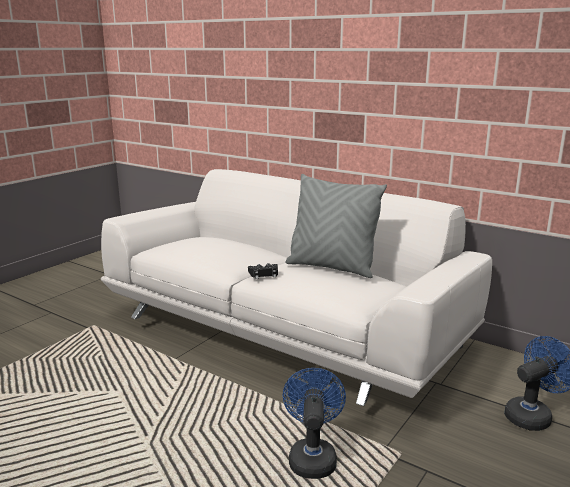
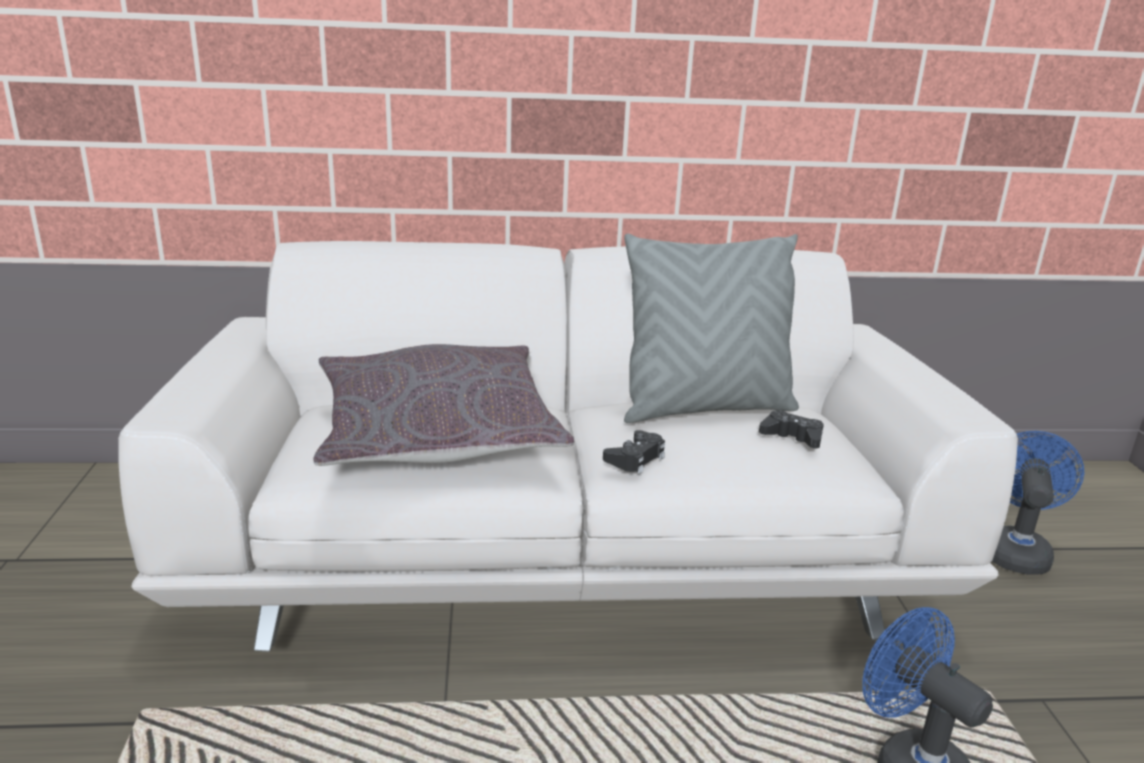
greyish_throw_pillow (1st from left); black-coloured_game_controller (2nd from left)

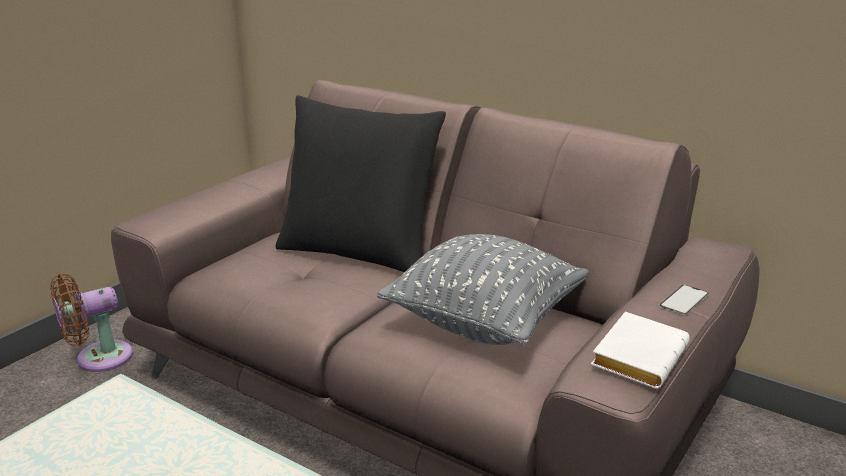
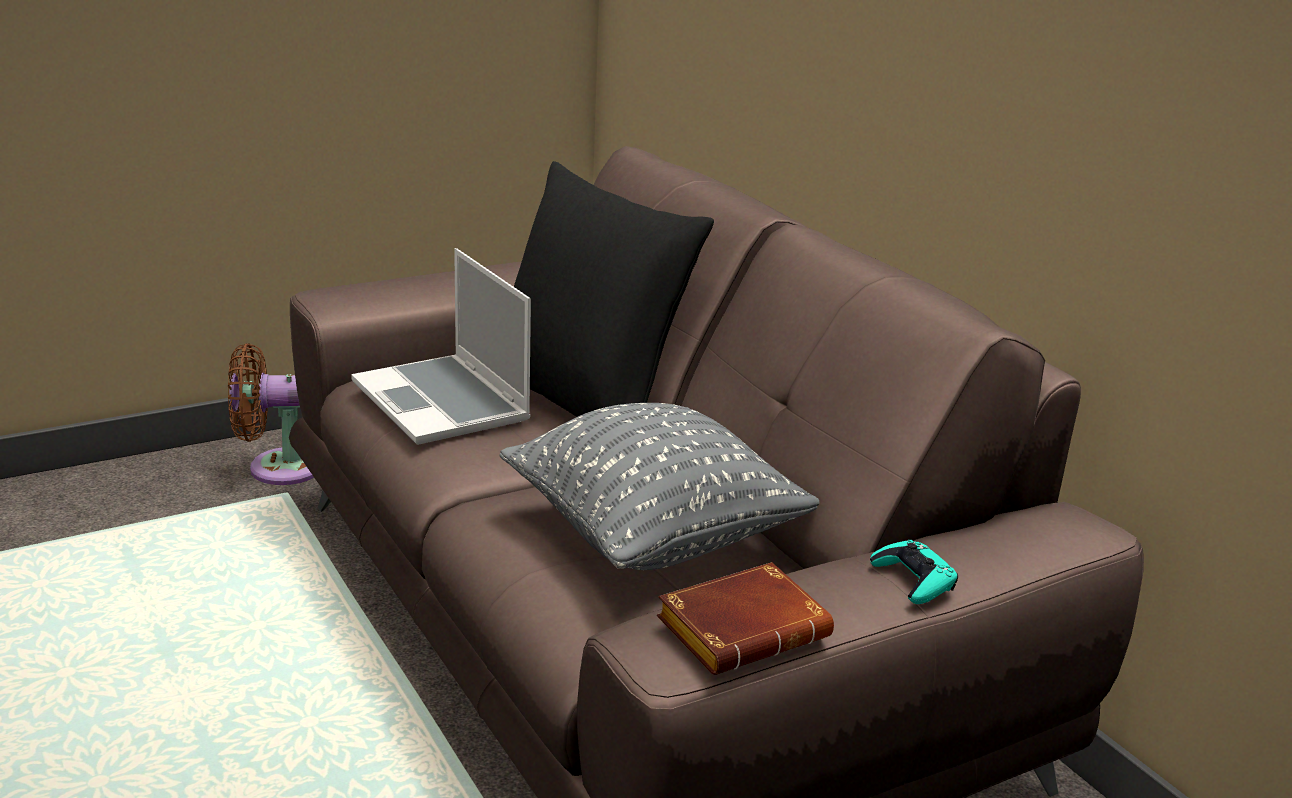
brown-coloured_bound_book; turquoise-coloured_game_controller; notebook_computer

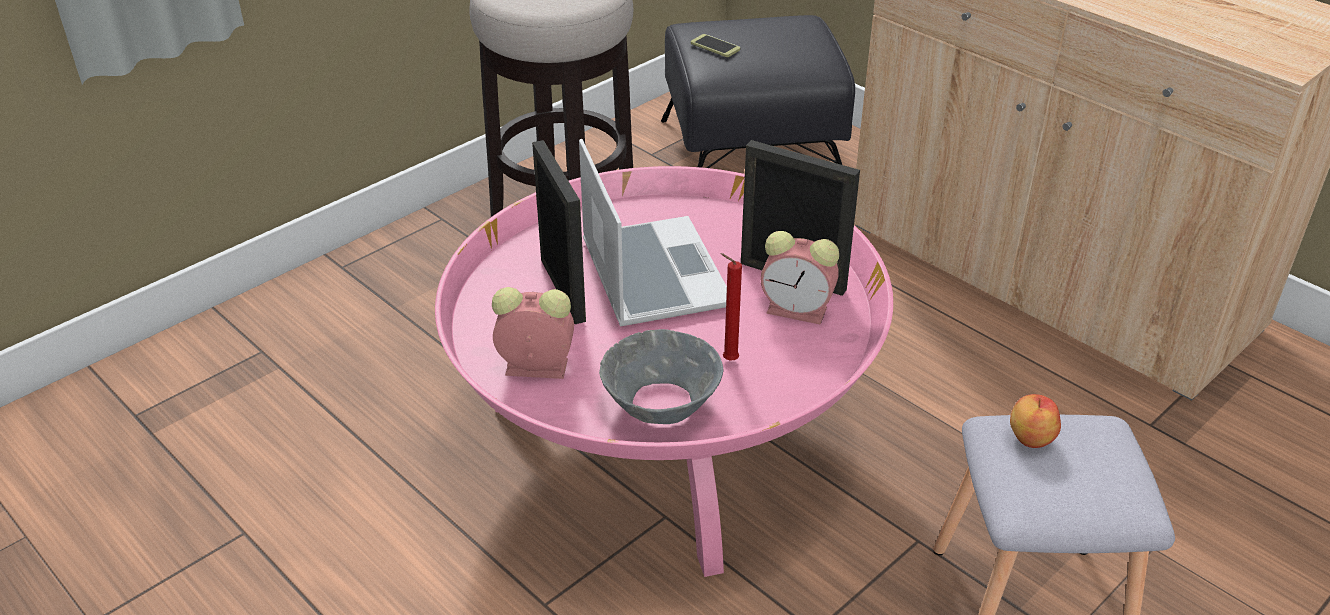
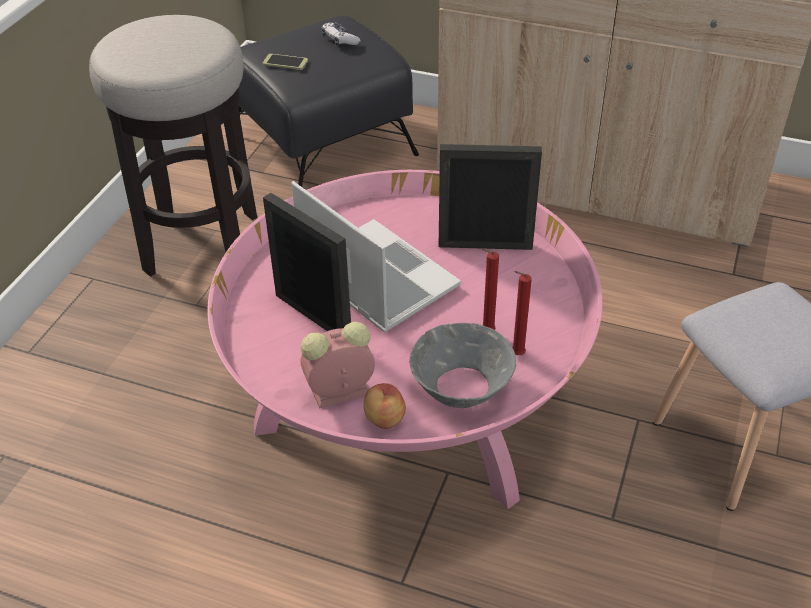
bedside_clock (2nd from left in the first image); apple_fruit; game_controller; red_wax_light (2nd from left)

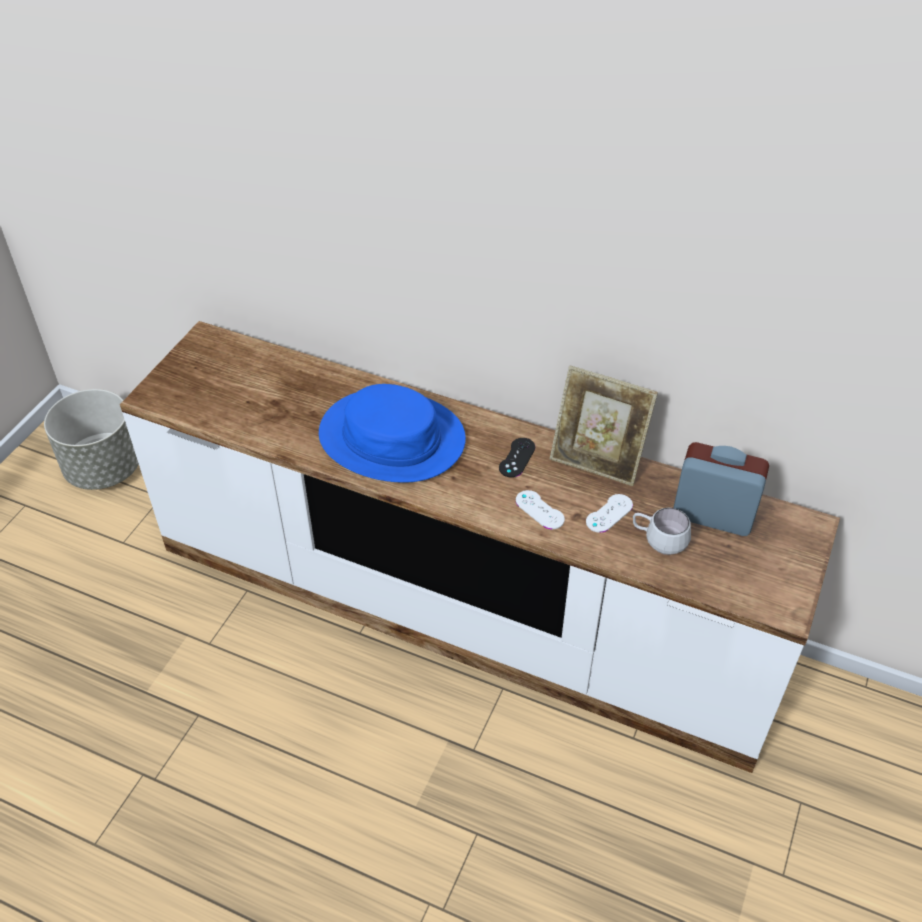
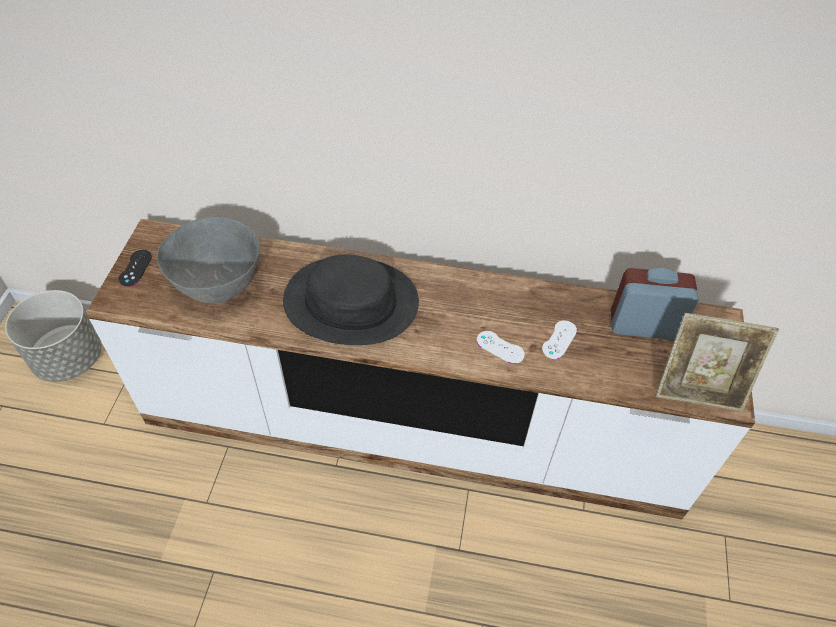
black-coloured_wearable_hat; black-coloured_game_controller; standing_frame; white-coloured_mug; greyish_deep_dish

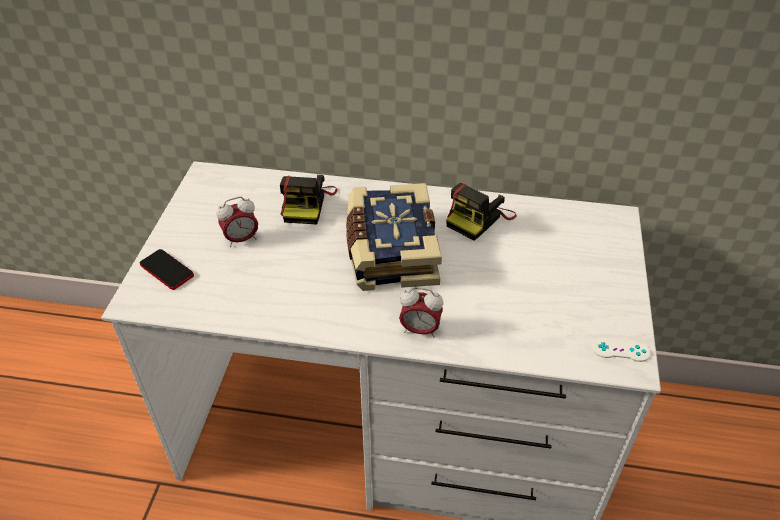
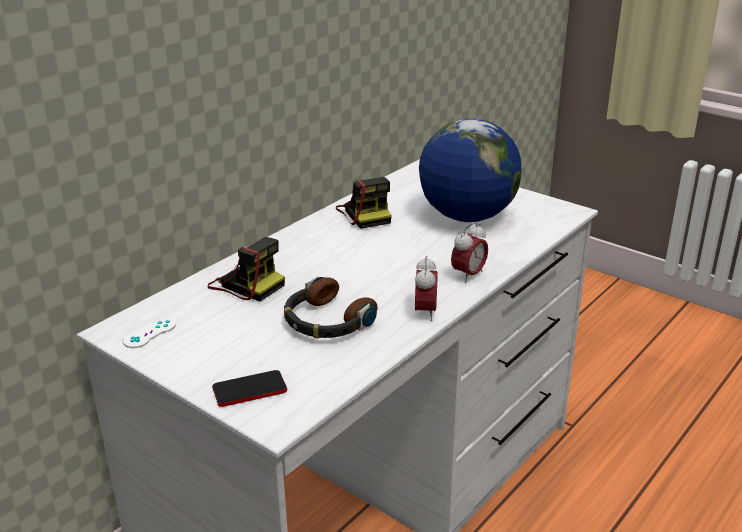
bedside_clock (1st from left); bound_book; white-coloured_game_controller; headset; globe

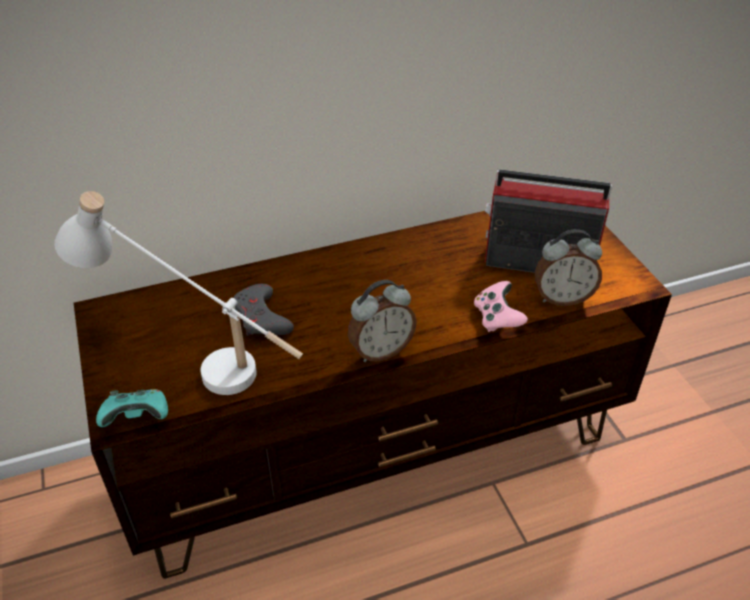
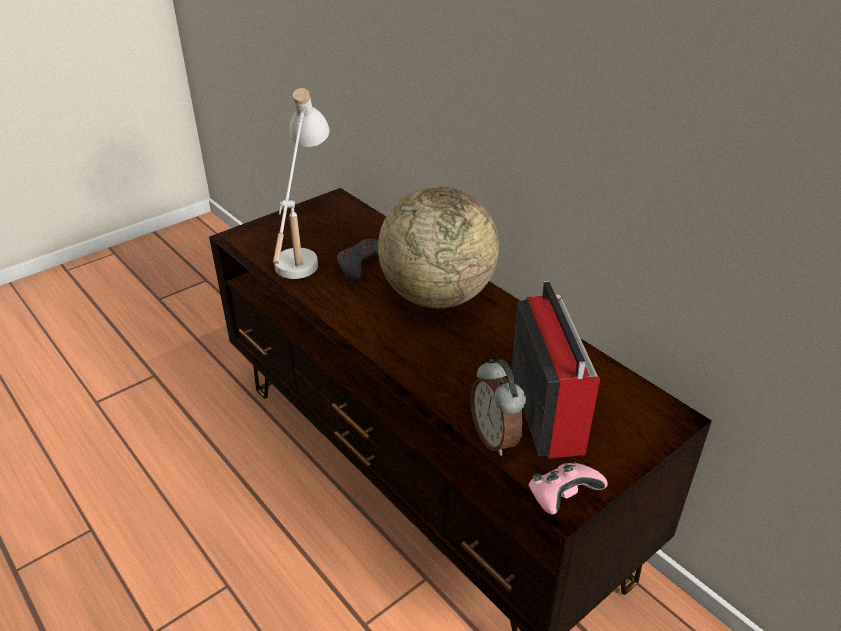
turquoise-coloured_game_controller; bedside_clock (1st from left in the first image); pink-coloured_game_controller; globe

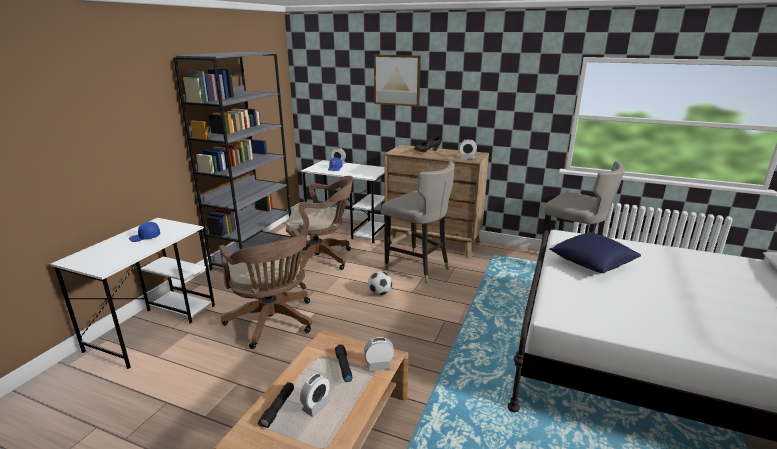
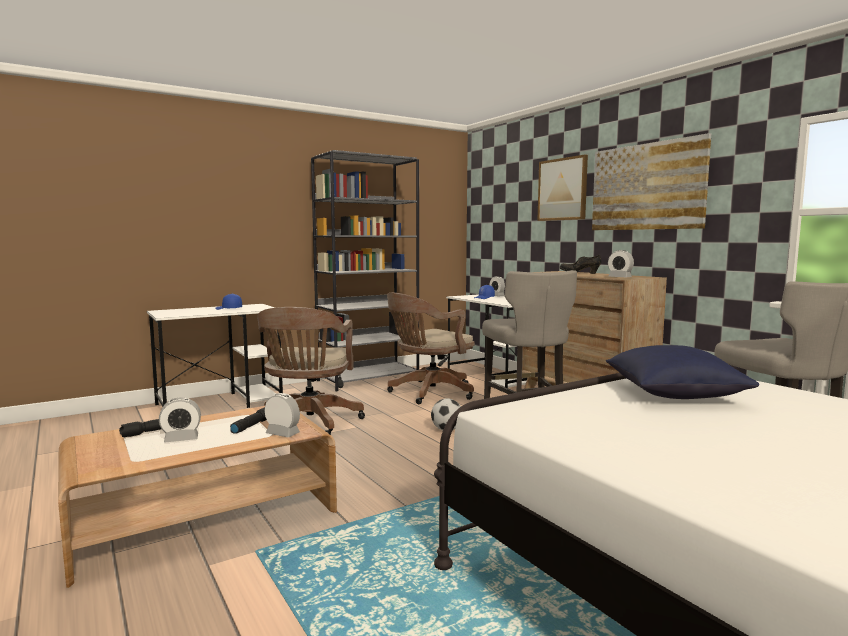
brown-coloured_desk_chair (2nd from left); wall_art (2nd from left)

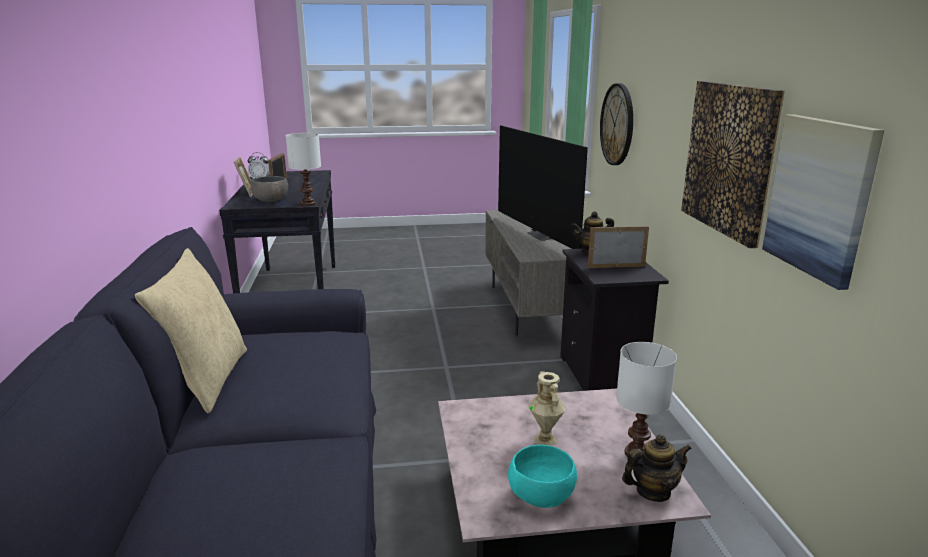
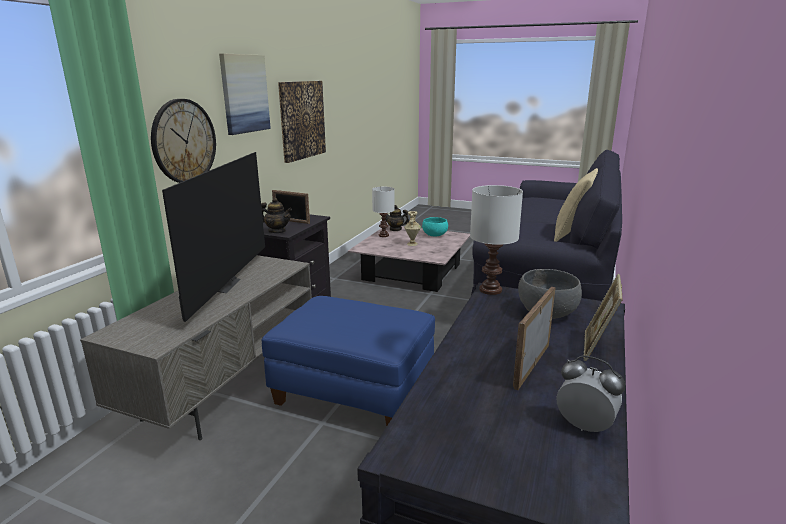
wall_art (1st from left); bluish_footrest

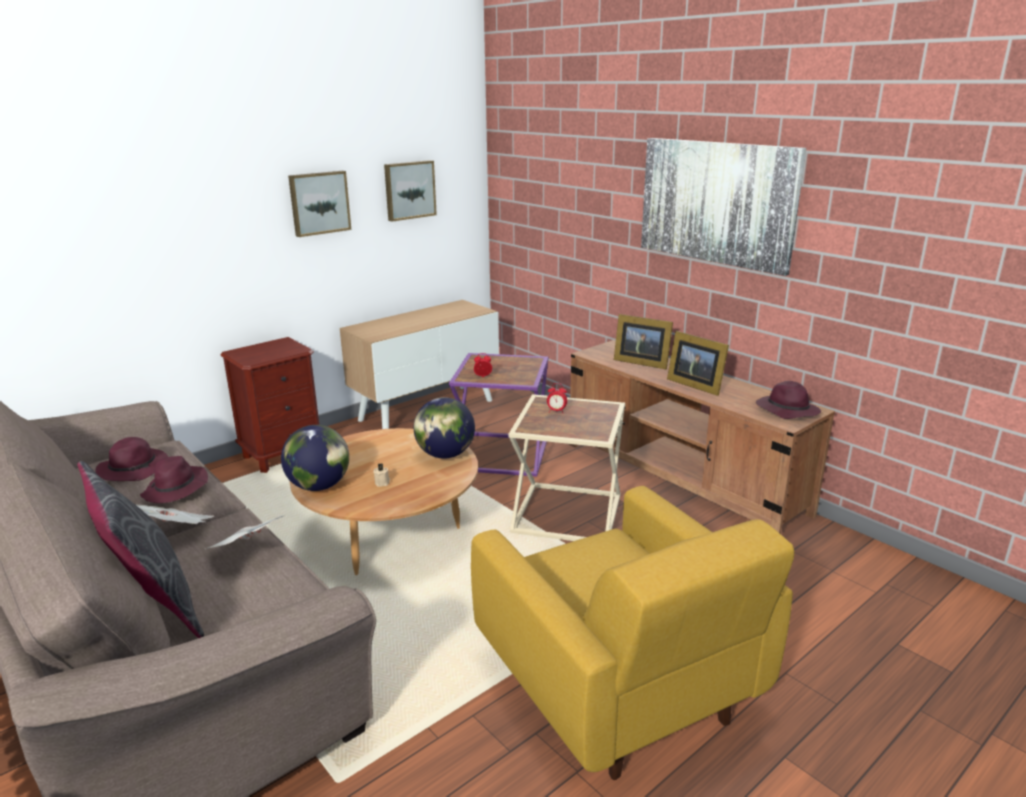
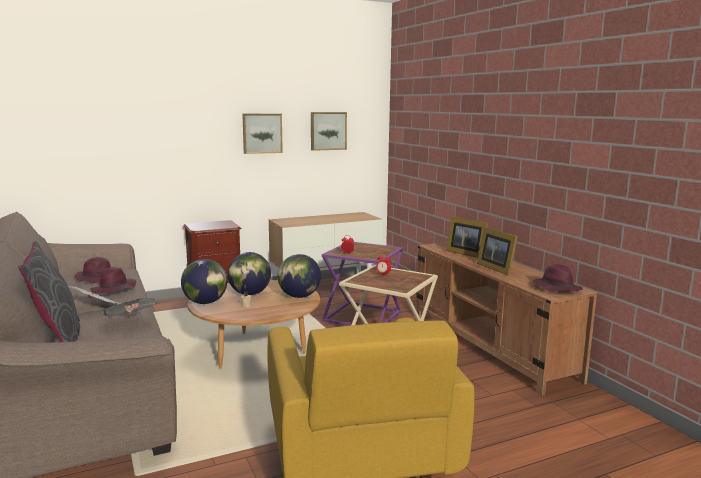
wall_art (3rd from left in the first image); globe (2nd from left)

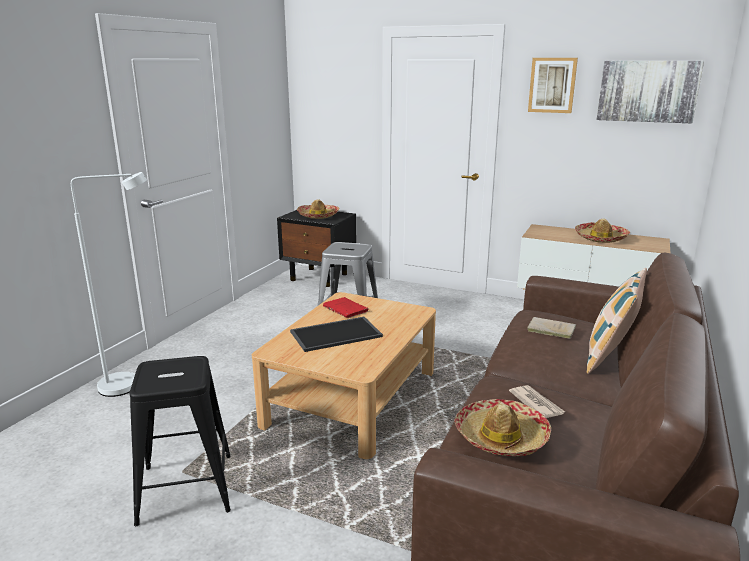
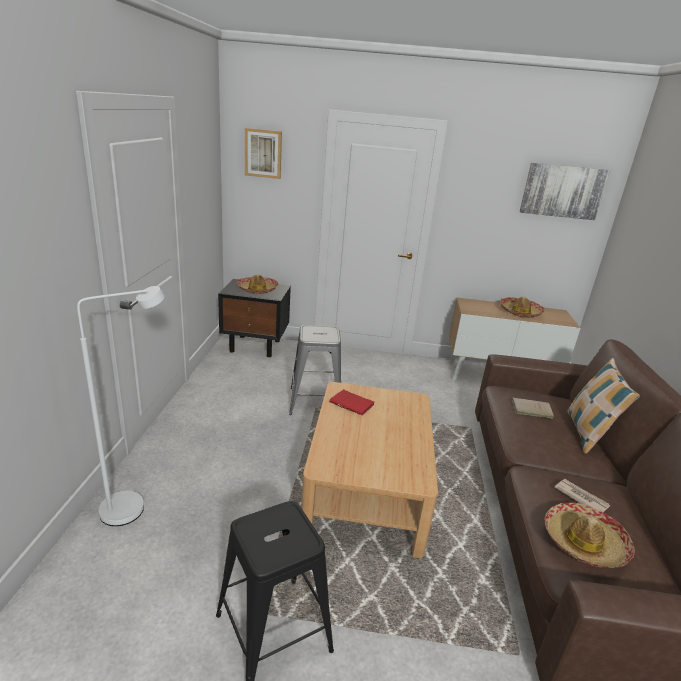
carrying_tray; wall_art (1st from left)

